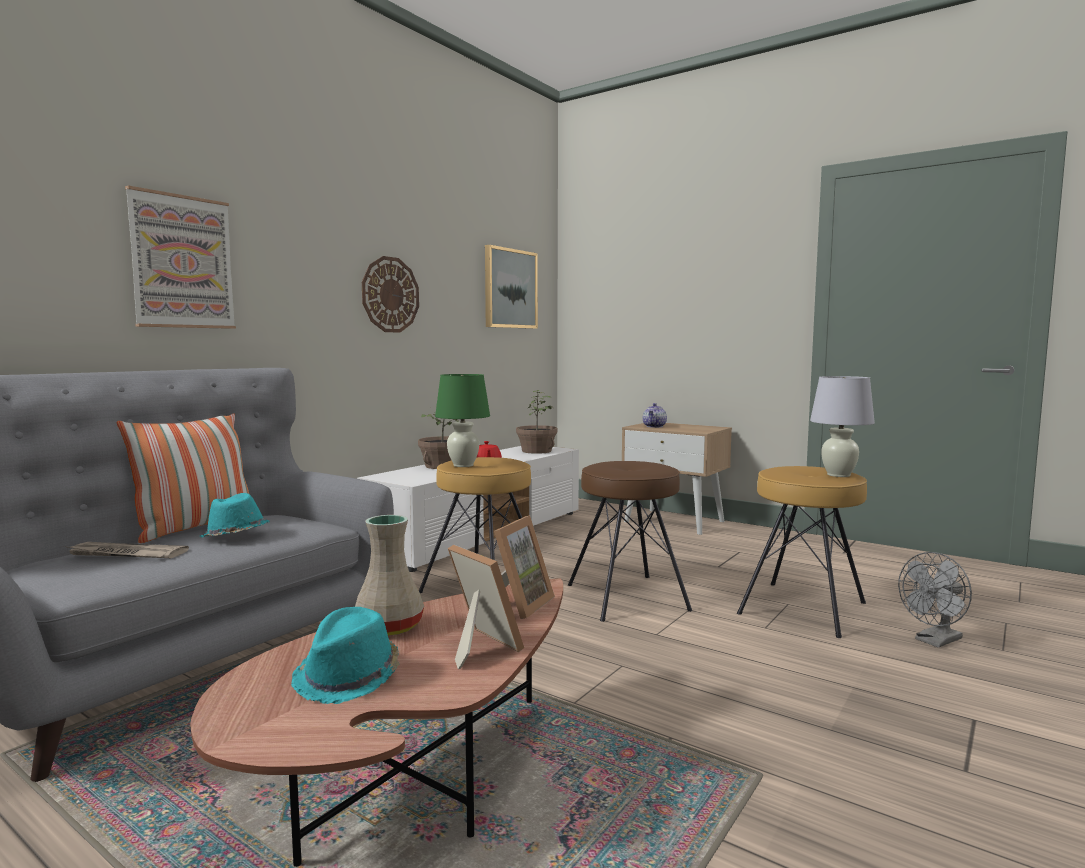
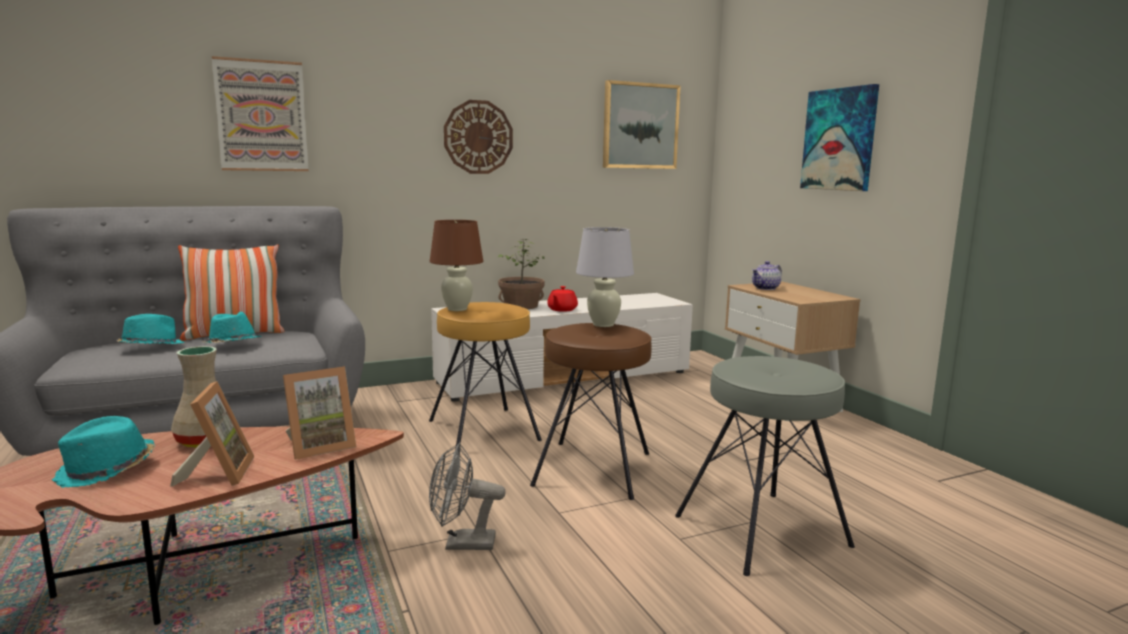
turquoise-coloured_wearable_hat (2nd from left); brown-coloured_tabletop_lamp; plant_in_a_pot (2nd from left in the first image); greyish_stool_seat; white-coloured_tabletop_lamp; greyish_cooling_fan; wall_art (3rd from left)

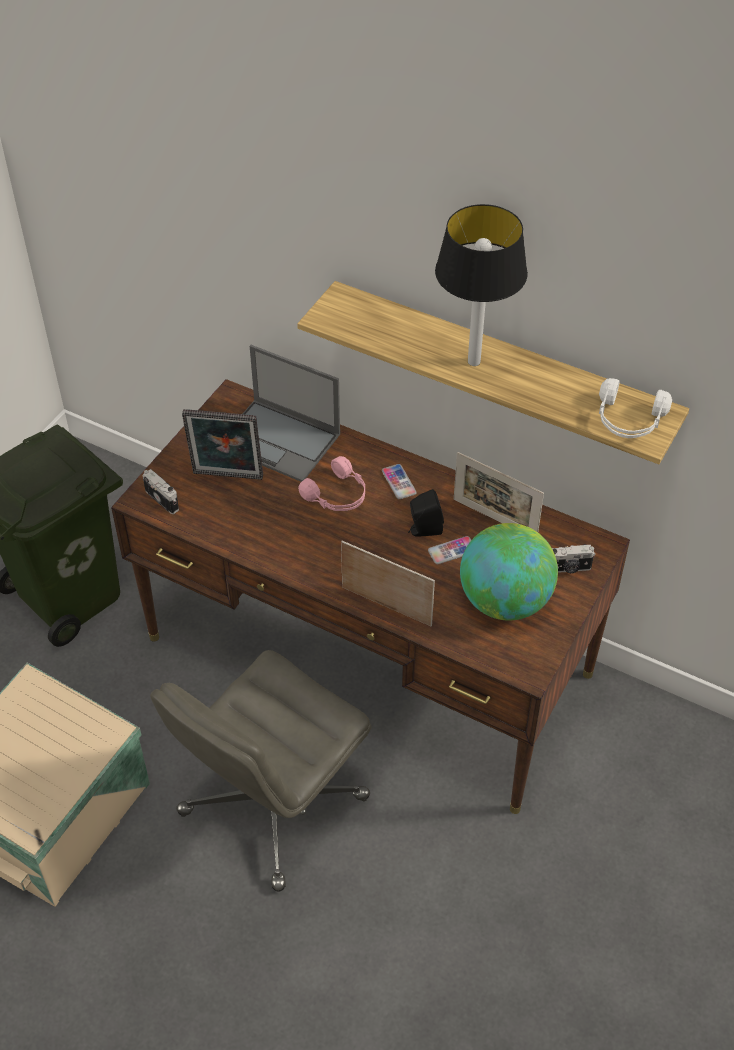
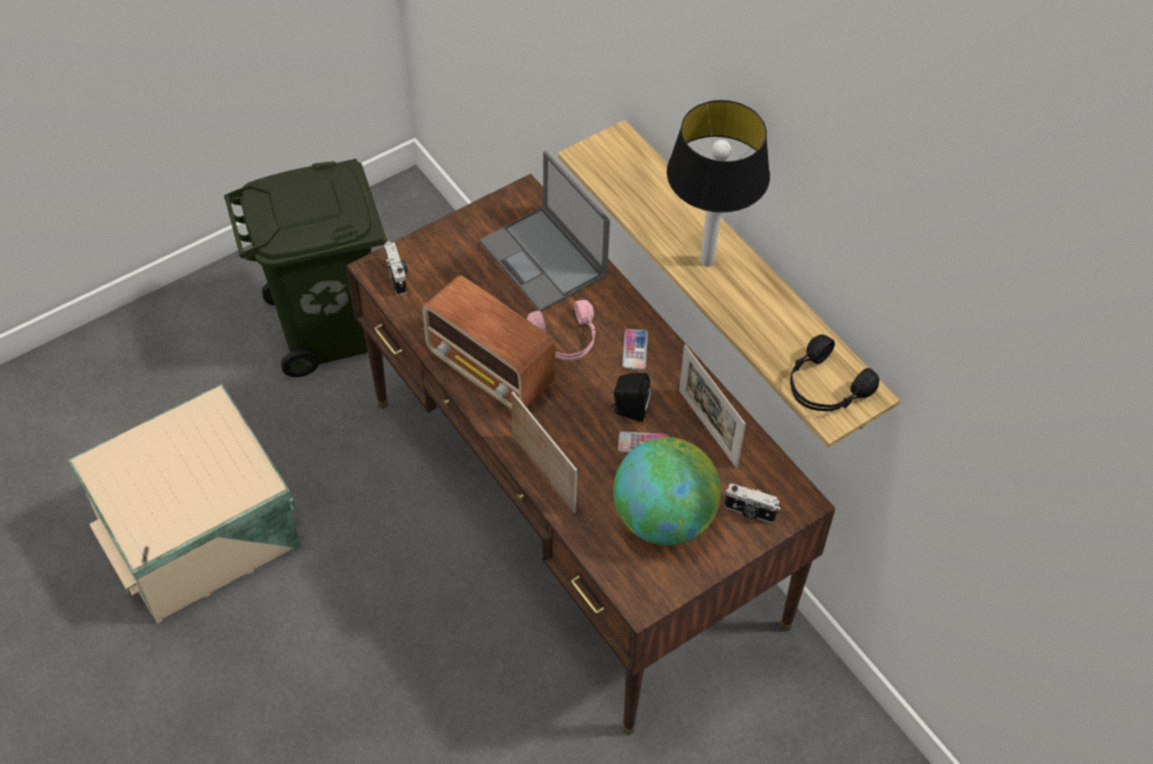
greyish_desk_chair; standing_frame (1st from left in the first image); black-coloured_headset; radio

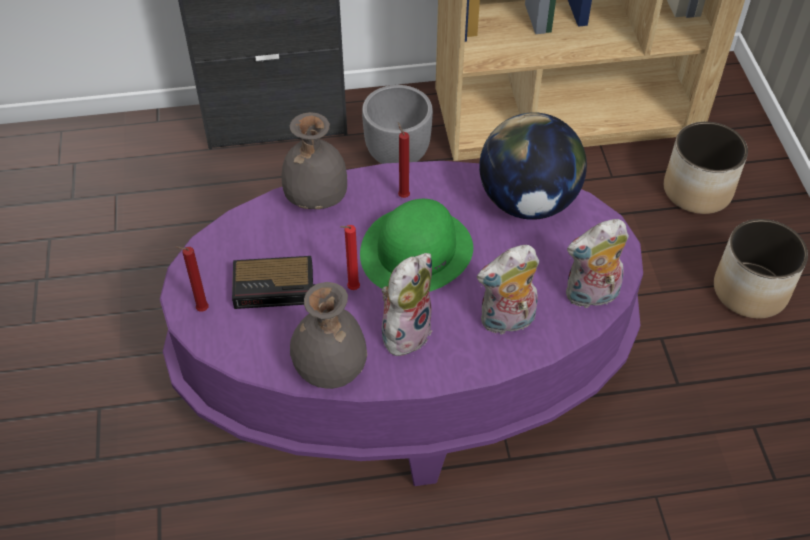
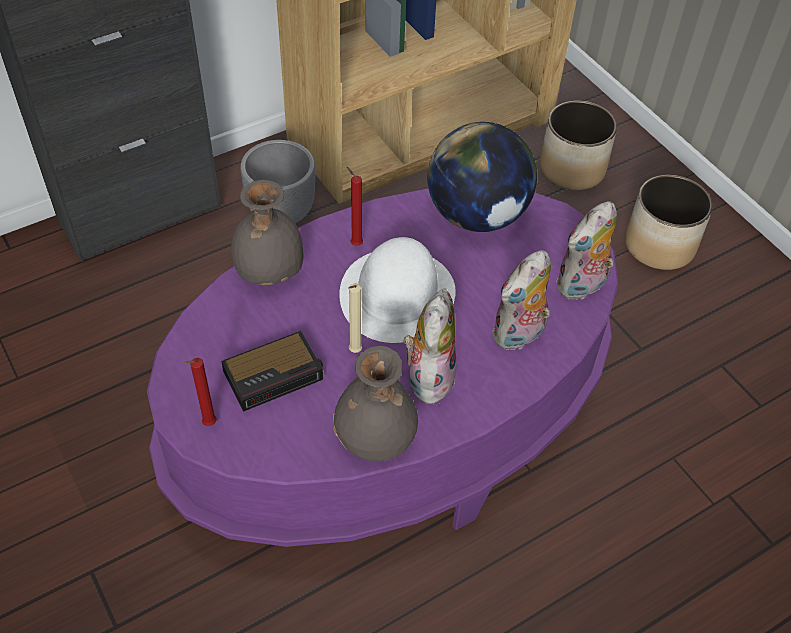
sand-coloured_wax_light; white-coloured_wearable_hat

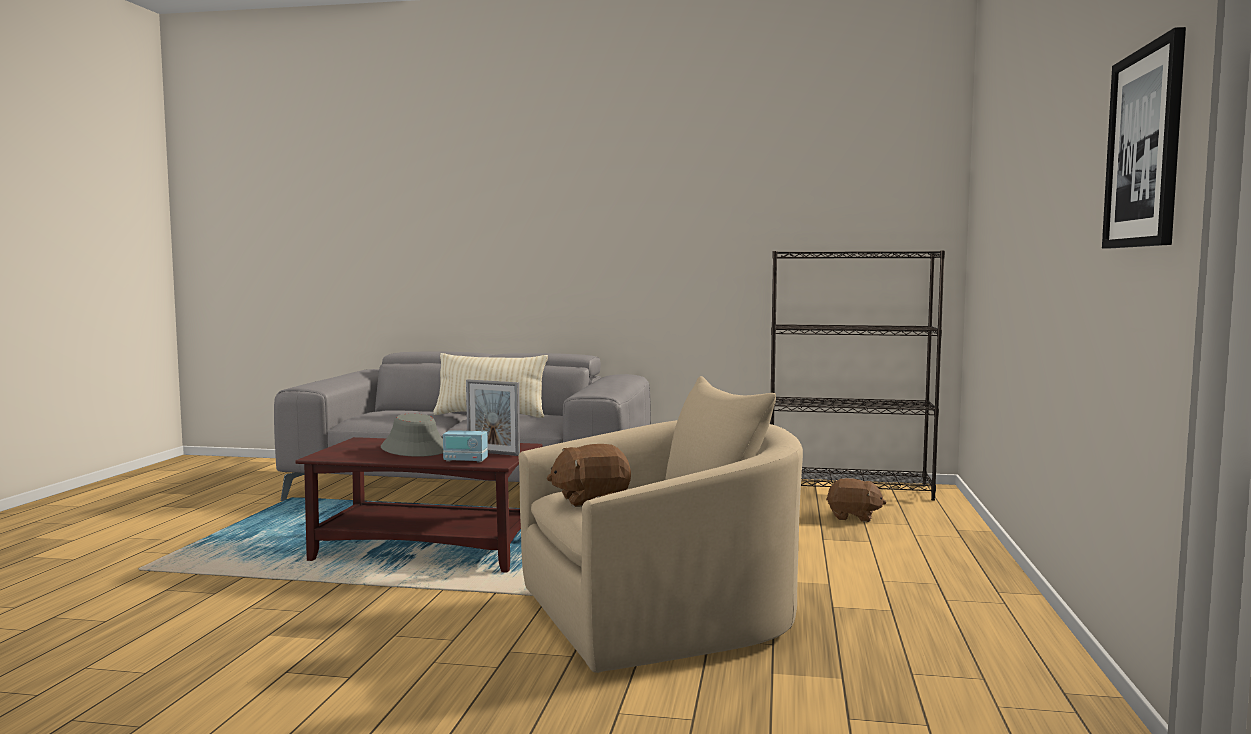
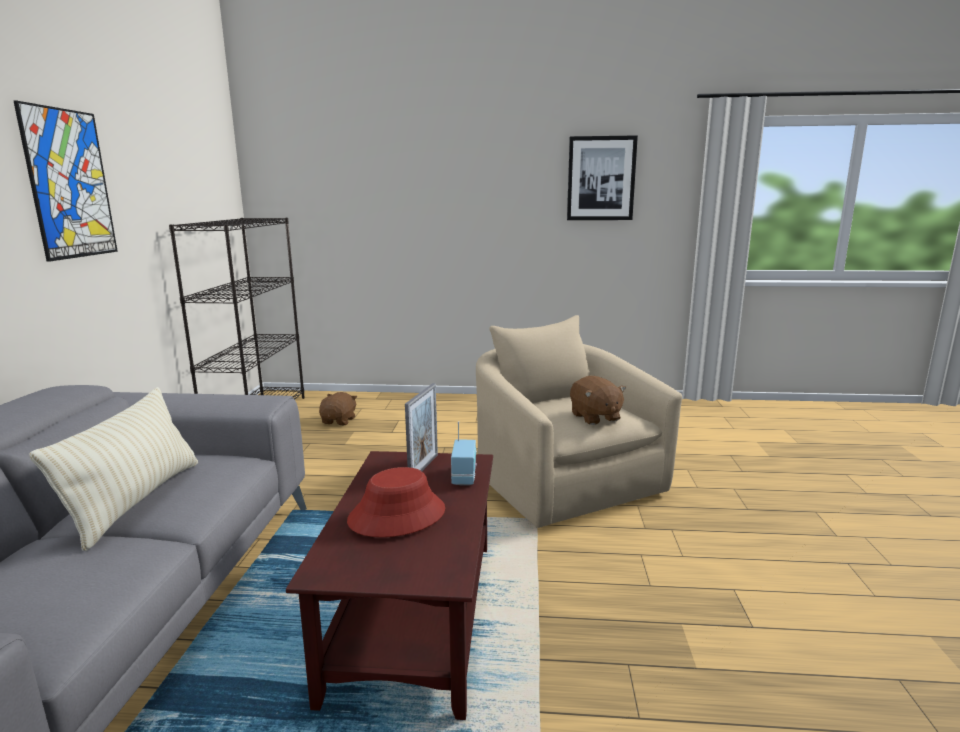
red_wearable_hat; wall_art (1st from left)

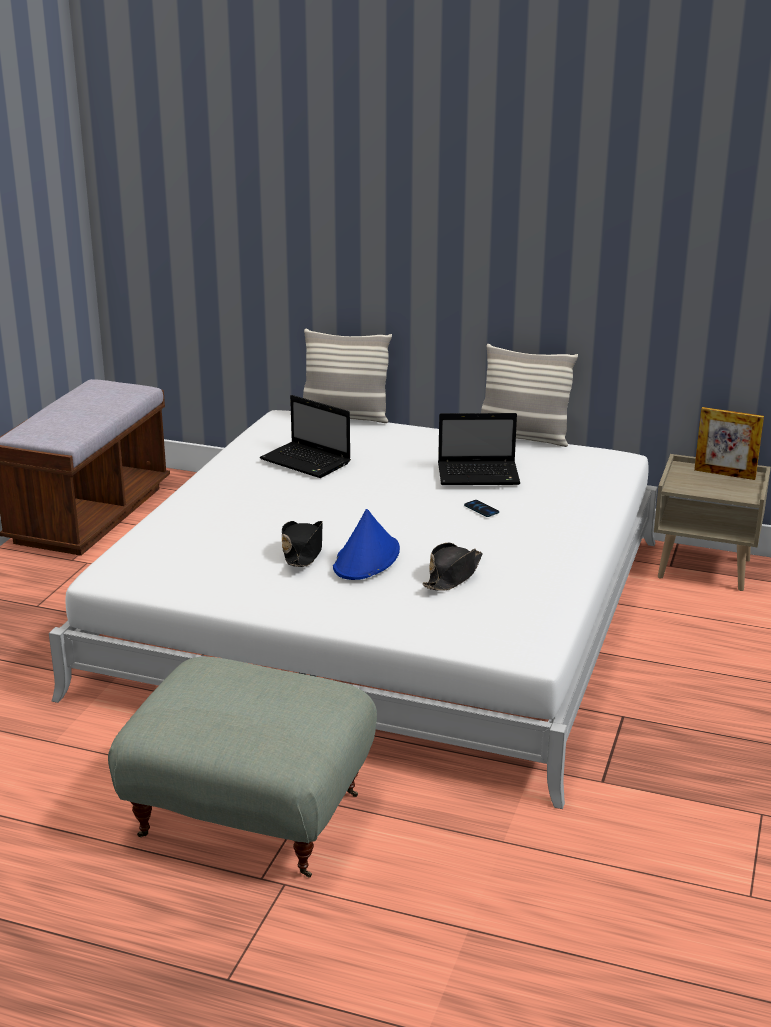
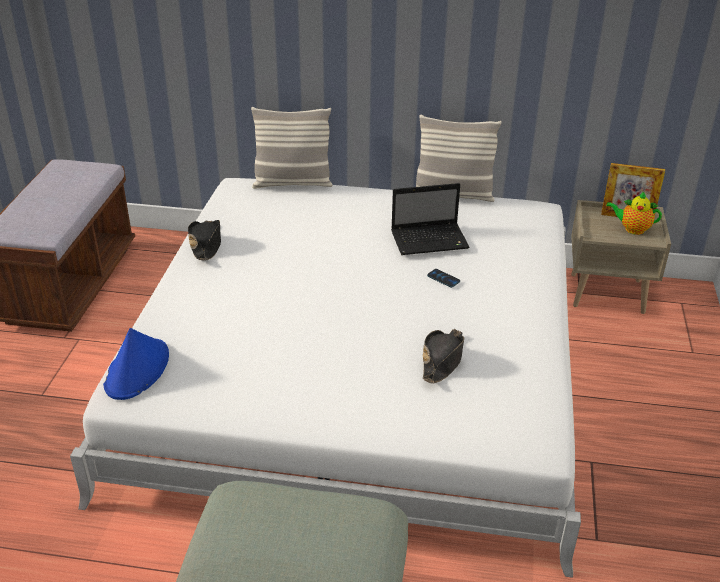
notebook_computer (1st from left in the first image); black-coloured_wearable_hat (1st from left); bluish_wearable_hat; teapot

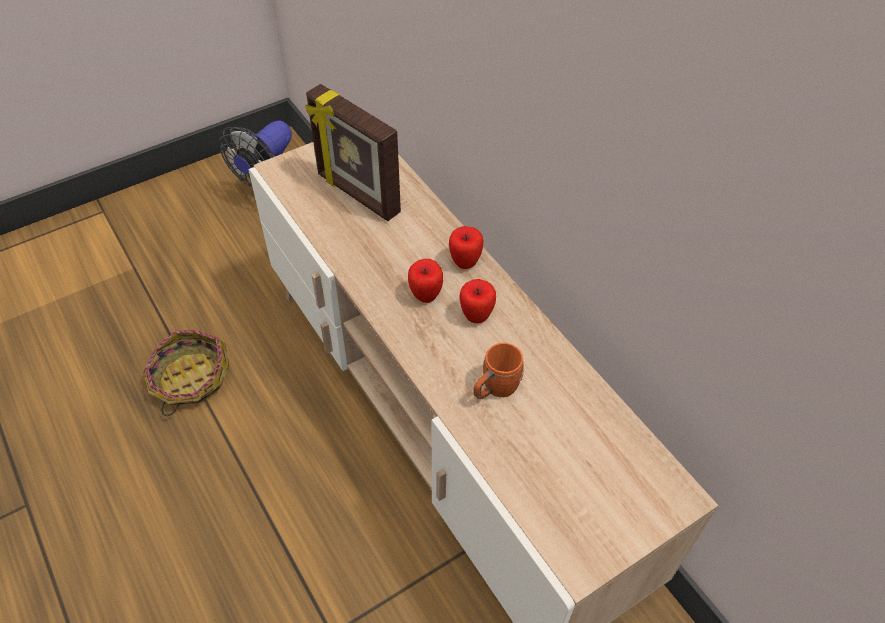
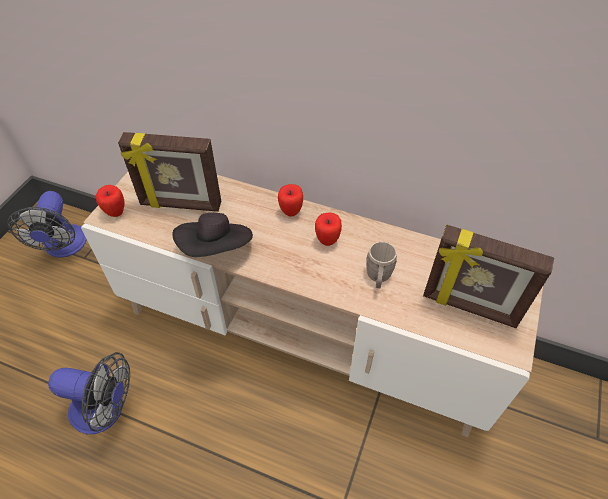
cooling_fan (2nd from left); apple_fruit (1st from left); greyish_mug; black-coloured_wearable_hat; standing_frame (2nd from left)

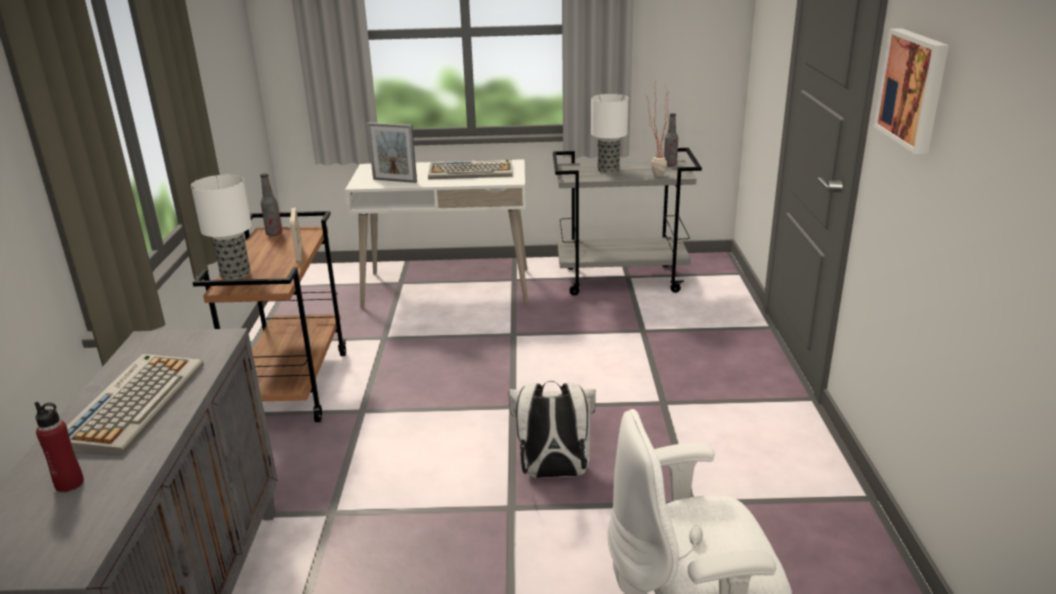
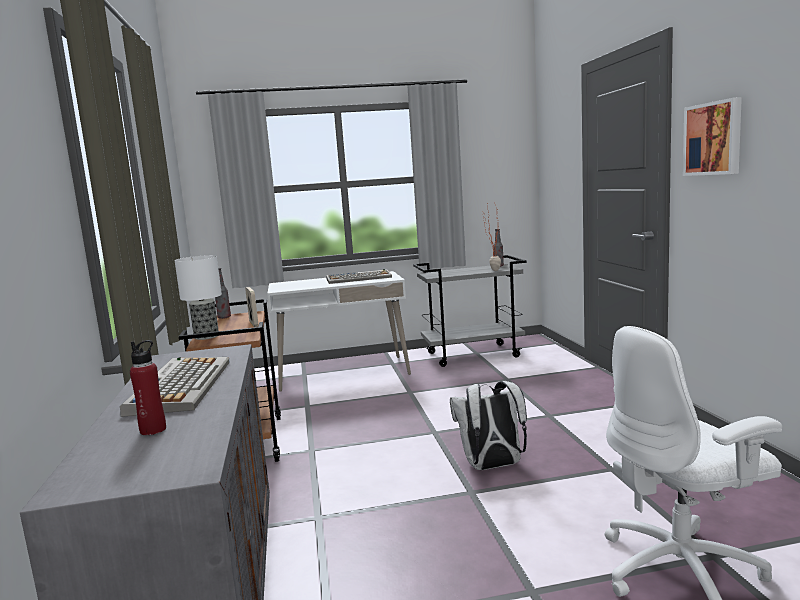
standing_frame (2nd from left in the first image); tabletop_lamp (2nd from left in the first image)

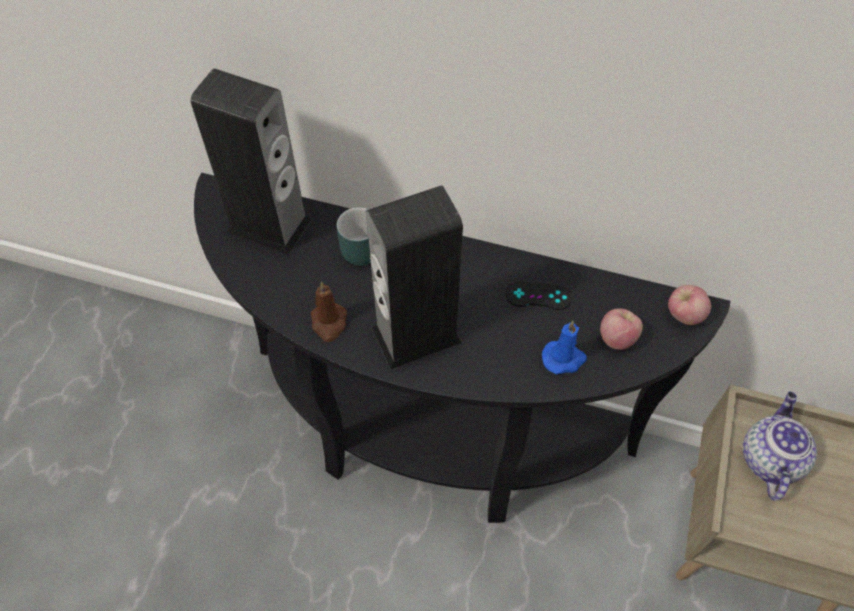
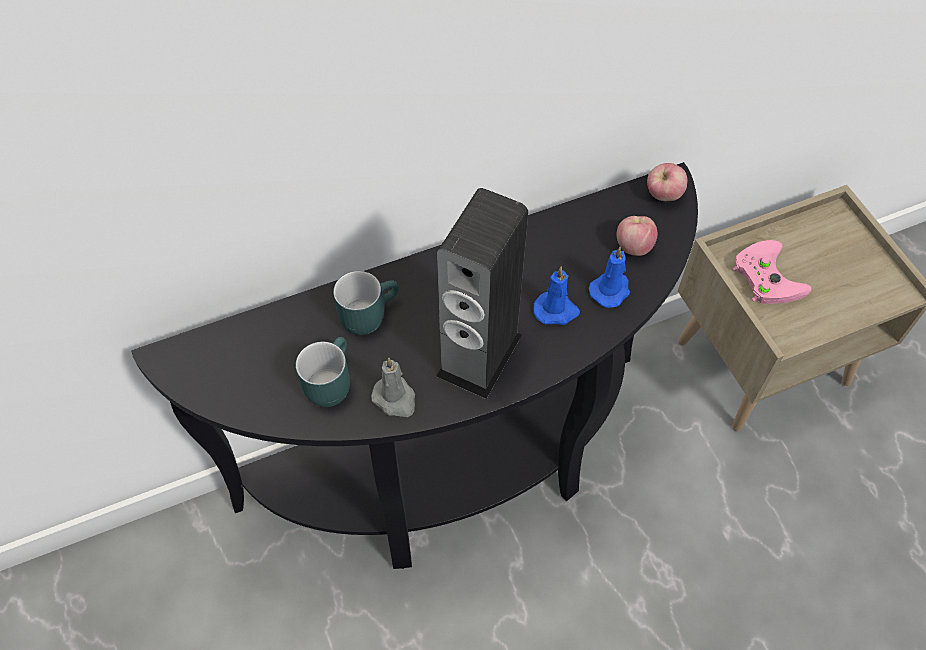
speaker (1st from left in the first image); greyish_wax_light; black-coloured_game_controller; pink-coloured_game_controller; turquoise-coloured_mug (1st from left); bluish_wax_light (1st from left)

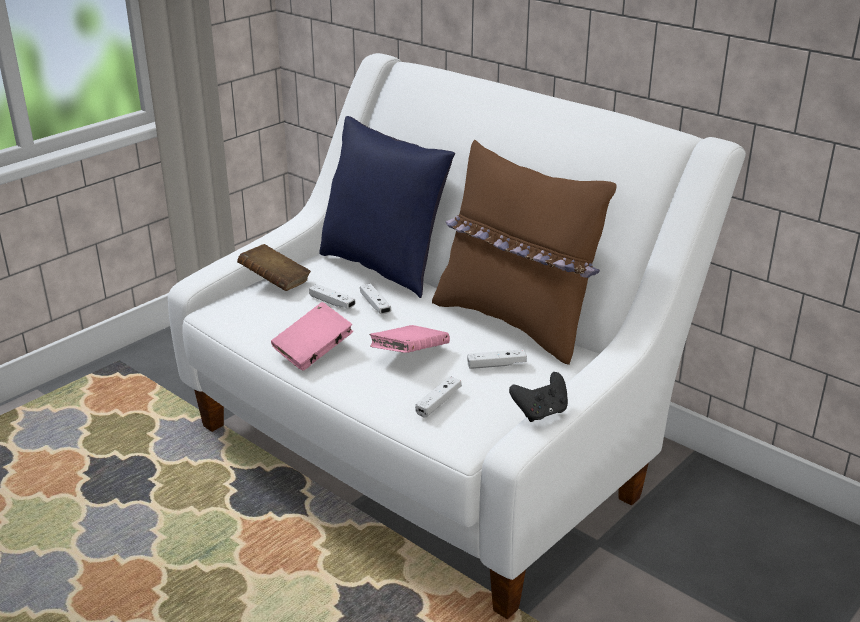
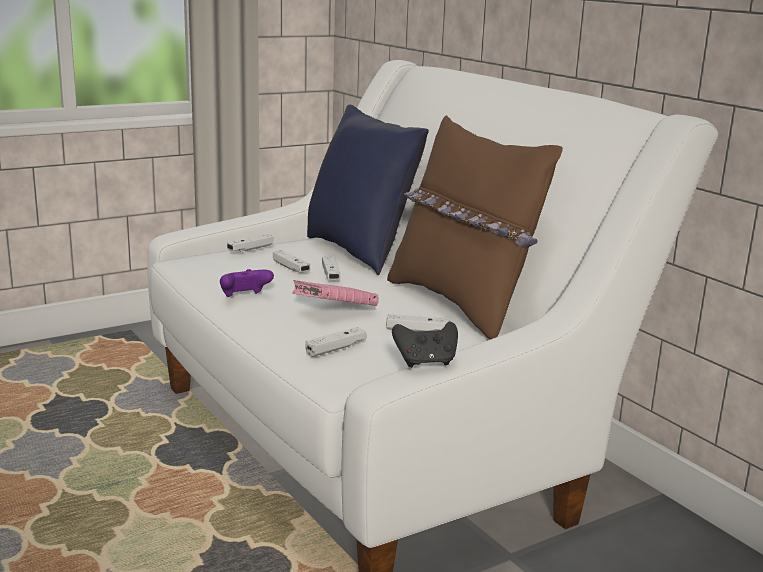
white-coloured_game_controller (1st from left); purplish_game_controller

